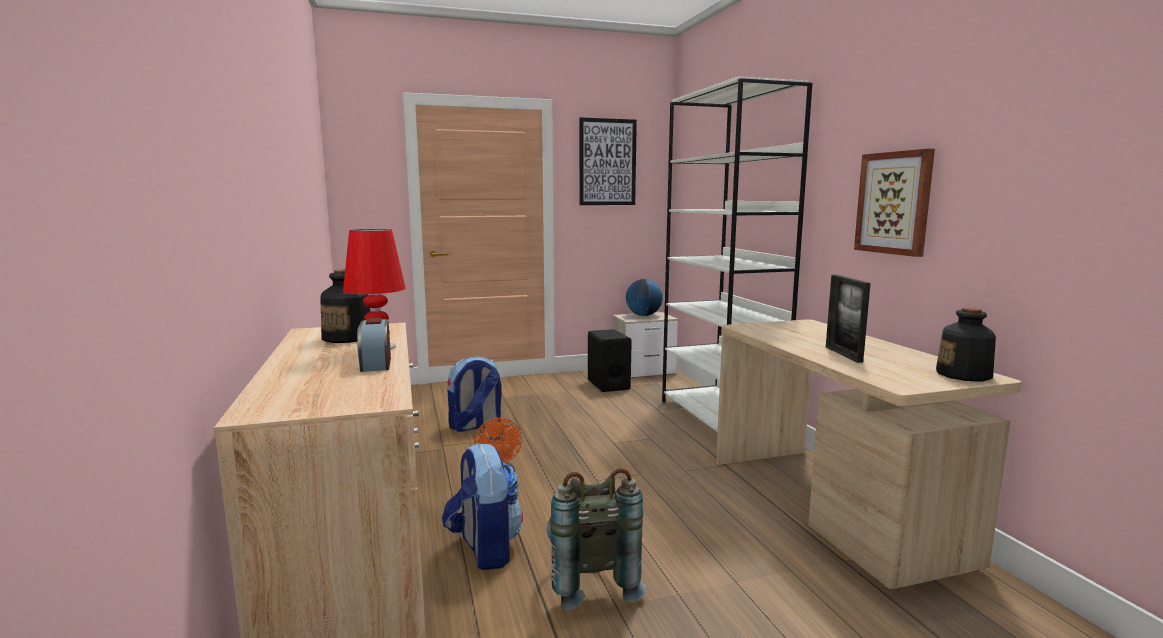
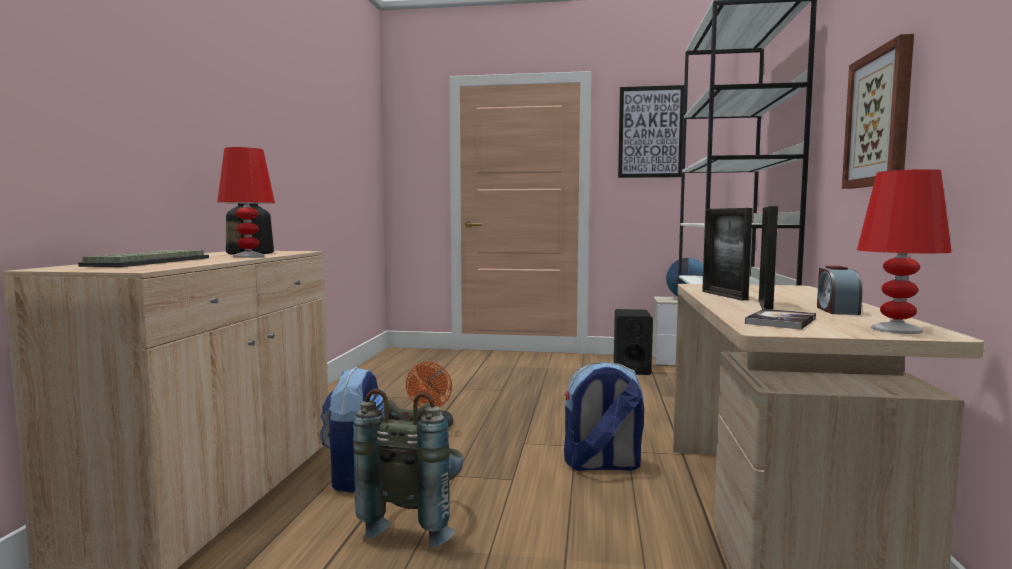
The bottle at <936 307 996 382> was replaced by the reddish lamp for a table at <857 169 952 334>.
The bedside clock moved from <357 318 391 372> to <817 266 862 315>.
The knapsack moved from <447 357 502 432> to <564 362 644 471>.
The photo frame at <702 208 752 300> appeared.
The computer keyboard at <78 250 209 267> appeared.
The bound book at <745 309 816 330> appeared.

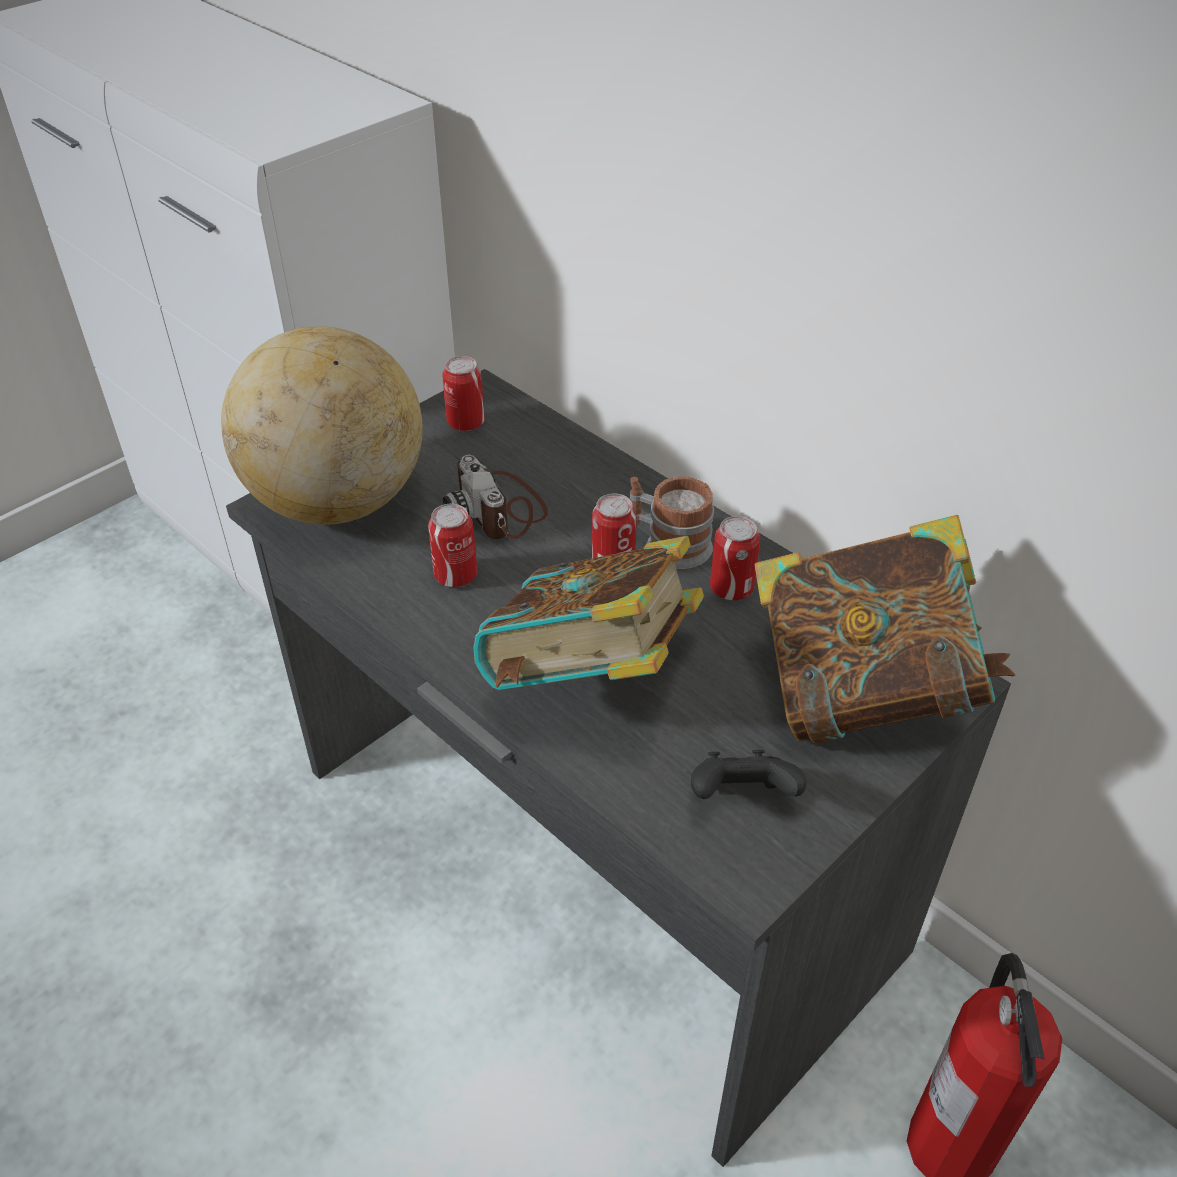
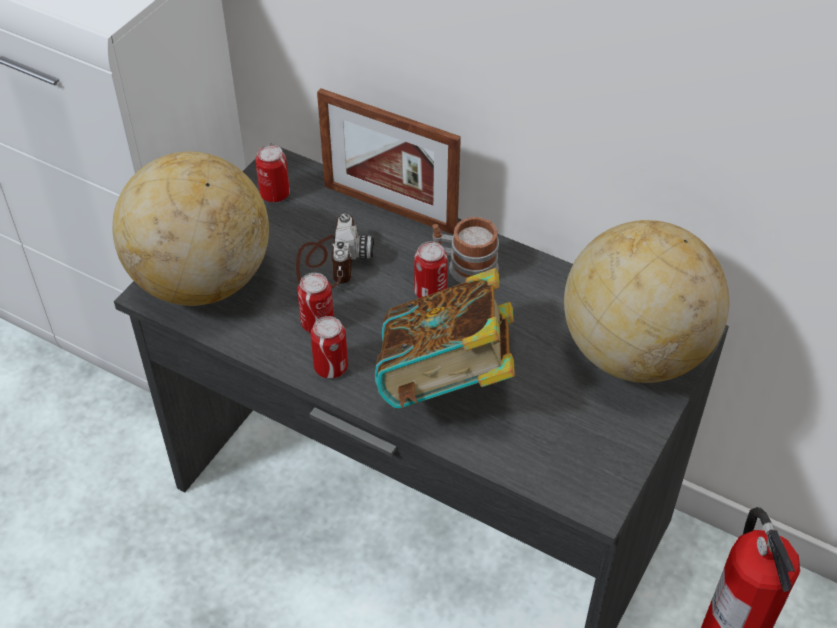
The still camera at <443 455 548 539> turned 135 degrees counterclockwise.
The bound book at <754 515 1015 743> was replaced by the desk globe at <564 220 729 383>.
The metal can moved from <710 516 760 600> to <311 316 348 378>.
The black game controller at <691 750 806 799> disappeared.
The photo frame at <317 88 461 235> appeared.

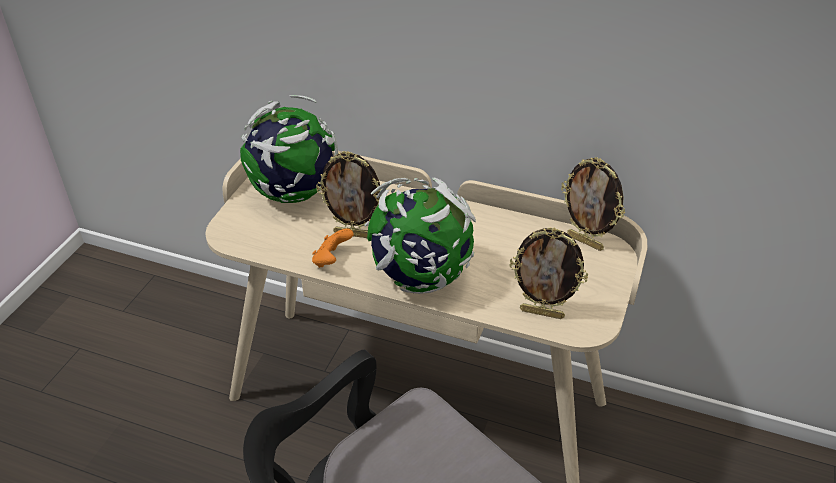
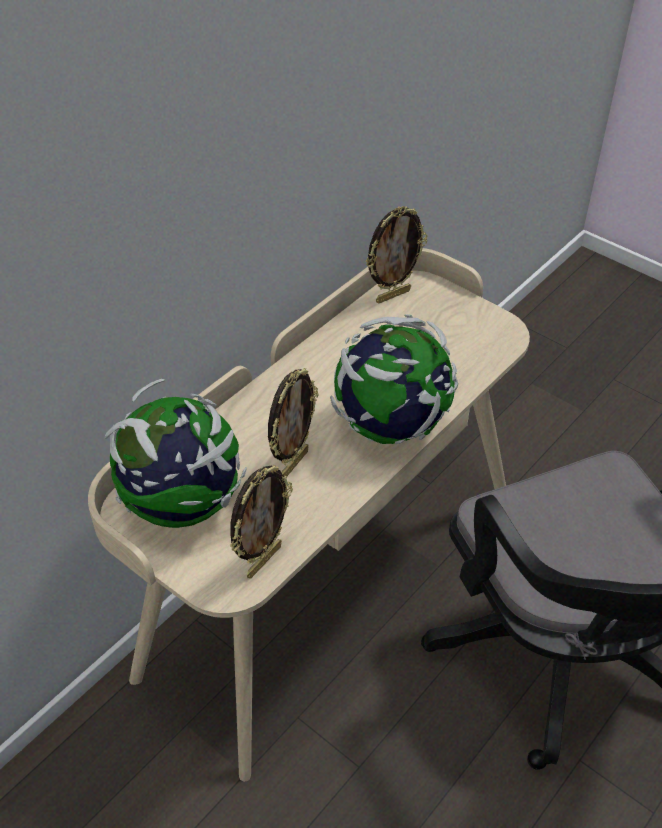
The photo frame moved from <510 227 588 319> to <230 465 293 578>.
The orange-coloured game controller at <312 228 354 268> disappeared.

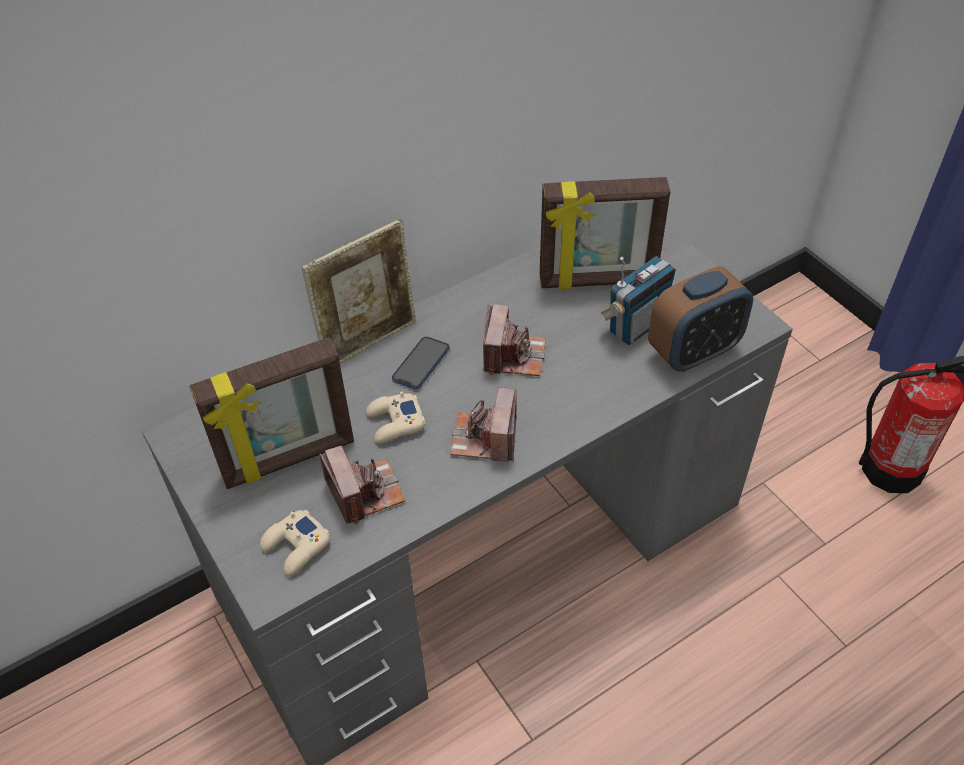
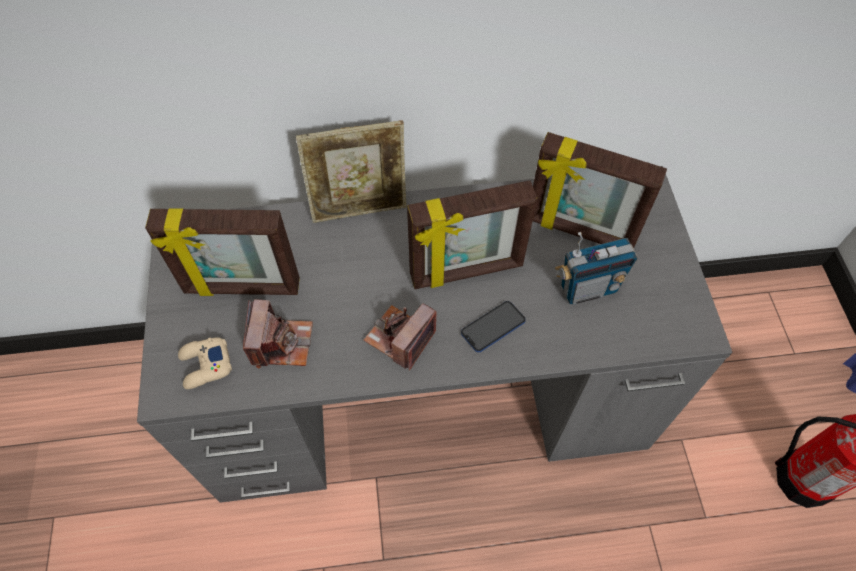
The bedside clock at <648 266 753 372> disappeared.
The still camera at <483 304 546 376> was replaced by the photo frame at <407 180 537 289>.
The handset moved from <392 337 450 389> to <461 301 526 352>.
The beige-coloured game controller at <366 391 426 444> disappeared.

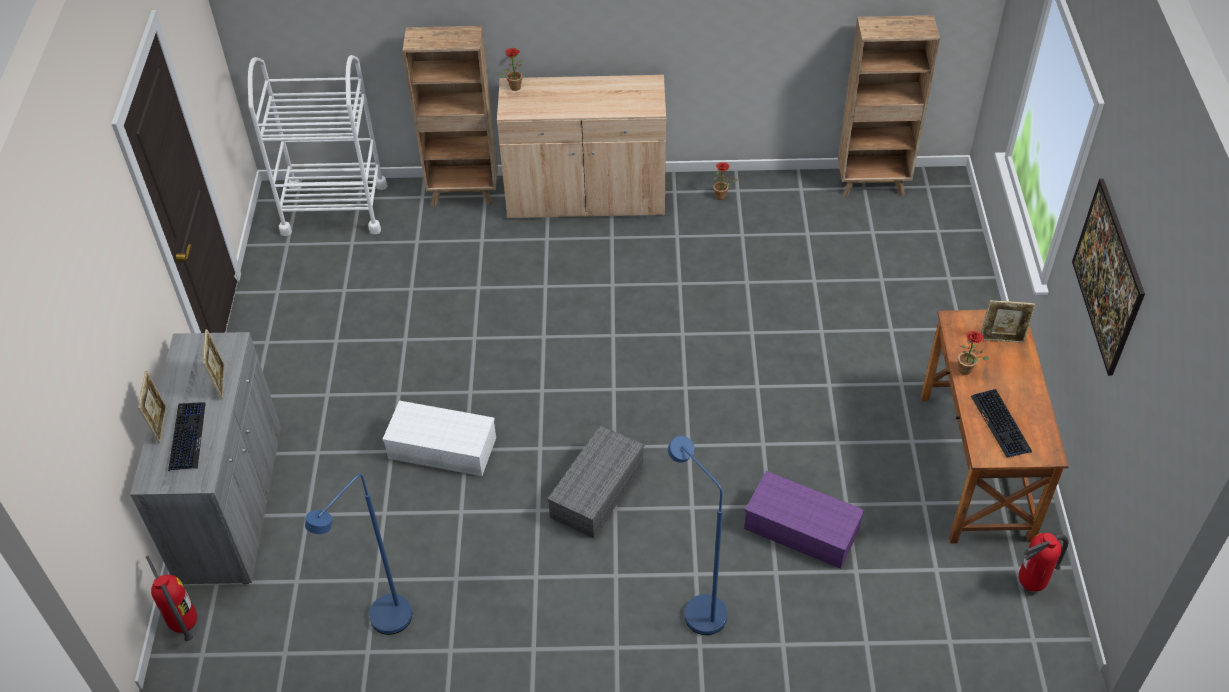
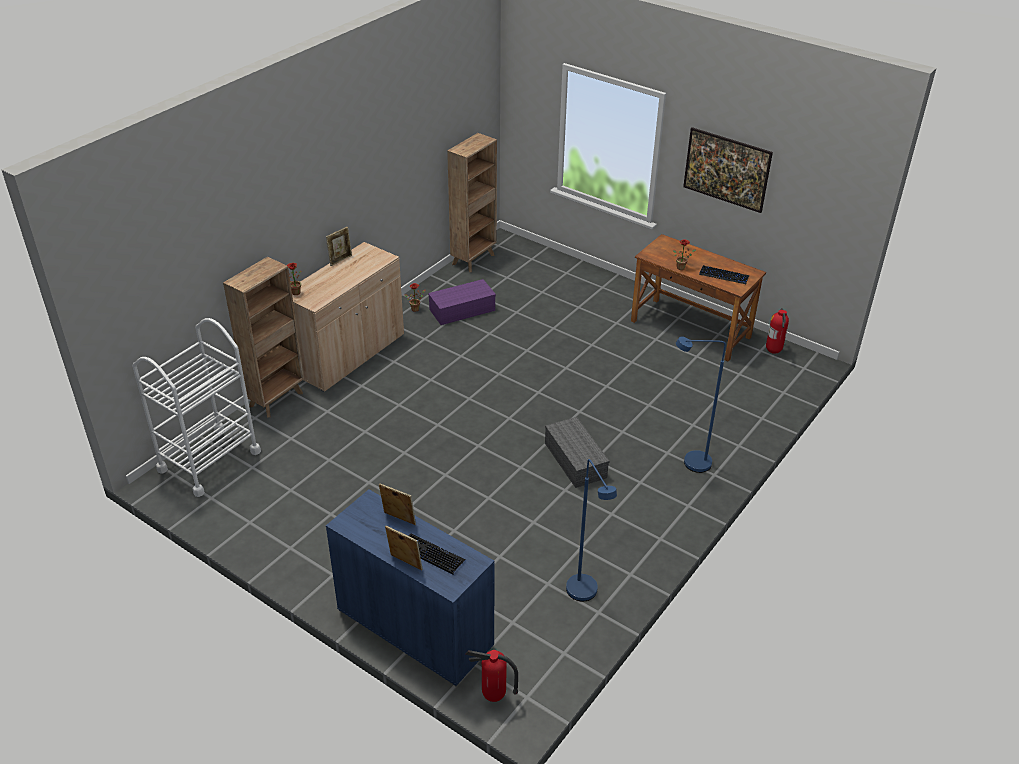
The photo frame moved from <981 300 1036 343> to <326 227 352 266>.
The gray storage cabinet at <130 332 281 585> became the blue-coloured storage cabinet at <326 489 495 686>.
The white-coloured storage bin at <382 400 496 476> disappeared.
The purple storage bin moved from <744 471 864 569> to <428 279 496 325>.

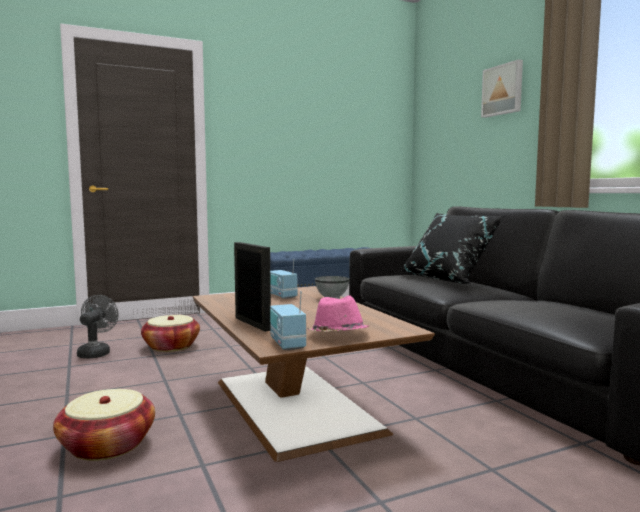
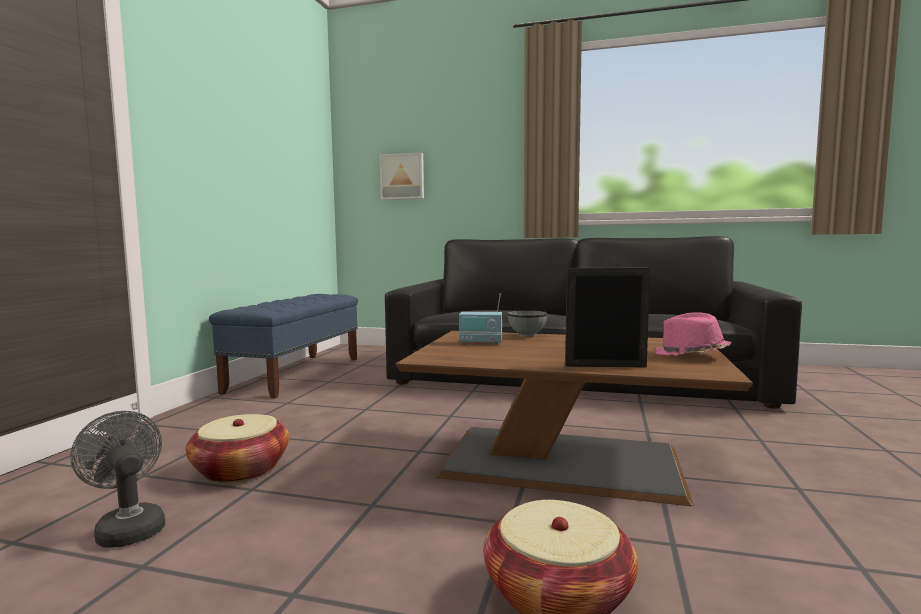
The wall art moved from <481 59 523 118> to <380 152 424 200>.
The black throw pillow at <401 213 504 284> disappeared.
The radio receiver at <270 291 306 350> disappeared.

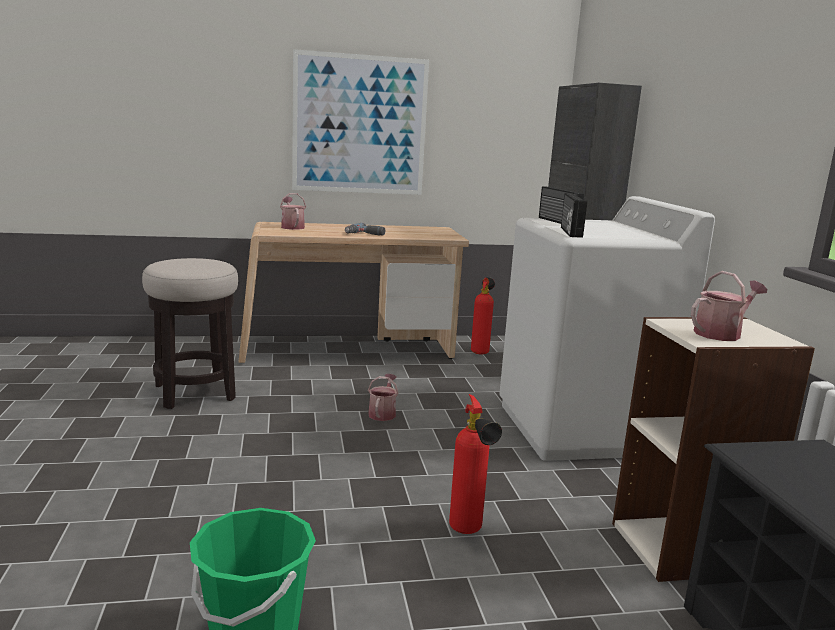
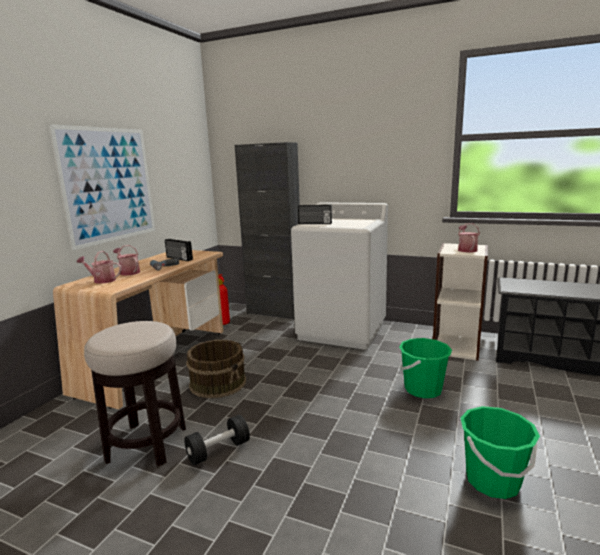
The radio receiver moved from <561 193 587 238> to <165 239 193 261>.
The sprinkling can moved from <368 374 399 421> to <113 245 140 276>.
The fire-fighting cylinder at <449 394 502 534> was replaced by the greenish pail at <399 338 452 398>.
The brown pail at <186 339 246 398> appeared.
The black free weight at <184 415 250 465> appeared.

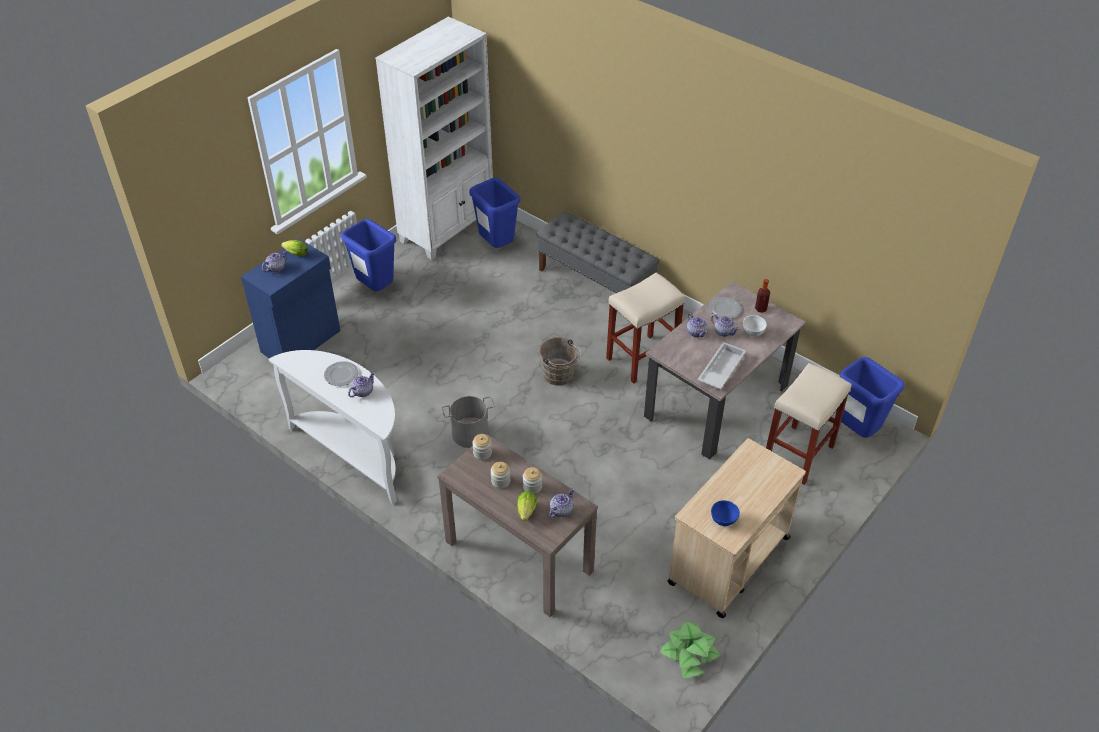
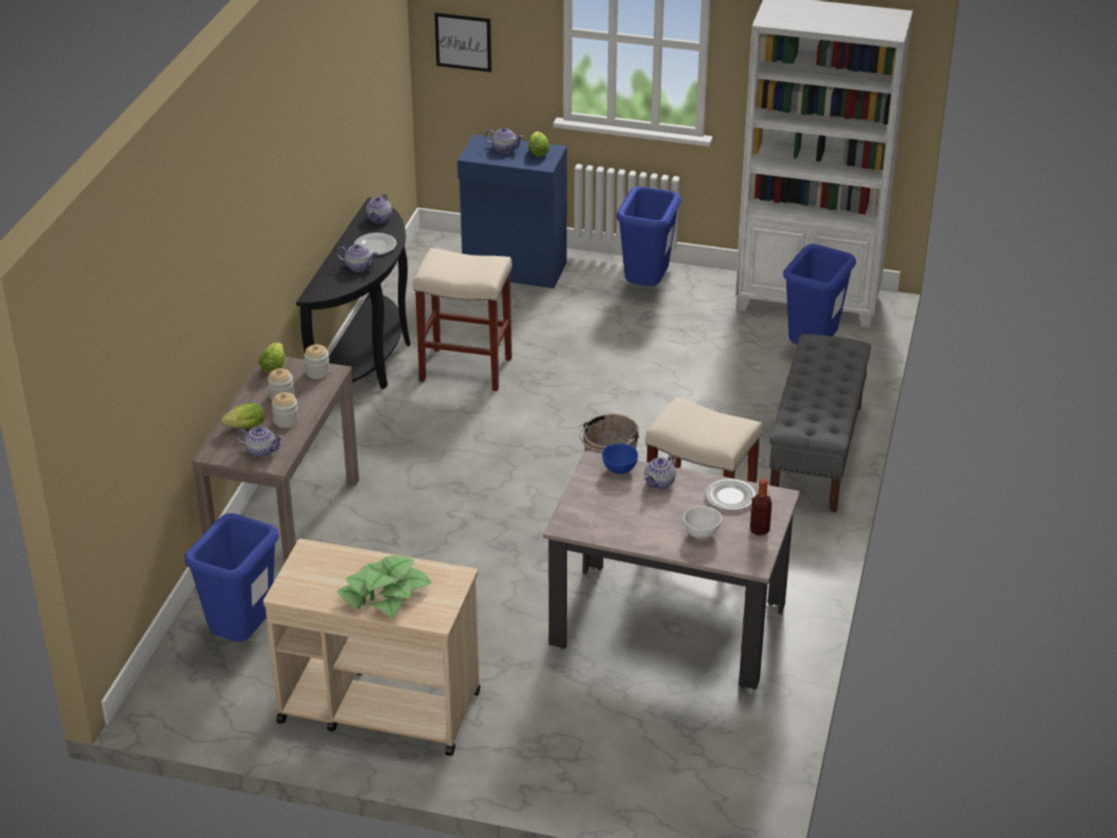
The tea pot moved from <711 315 739 337> to <366 194 392 223>.
The white-coloured tray at <698 342 746 389> disappeared.
The white-coloured hall table at <268 350 397 504> became the black hall table at <296 197 410 389>.
The blue-coloured rubbish bin moved from <840 357 905 438> to <185 513 279 641>.
The beige-coloured sitting stool moved from <766 363 851 485> to <413 248 512 391>.
The gray pail at <441 396 494 448> disappeared.
The blue-coloured deep dish moved from <711 500 740 526> to <602 444 638 474>.
The plant in a pot moved from <660 622 720 678> to <336 555 432 619>.
The wall art at <435 12 492 72> appeared.
The lettuce head at <258 343 285 373> appeared.

